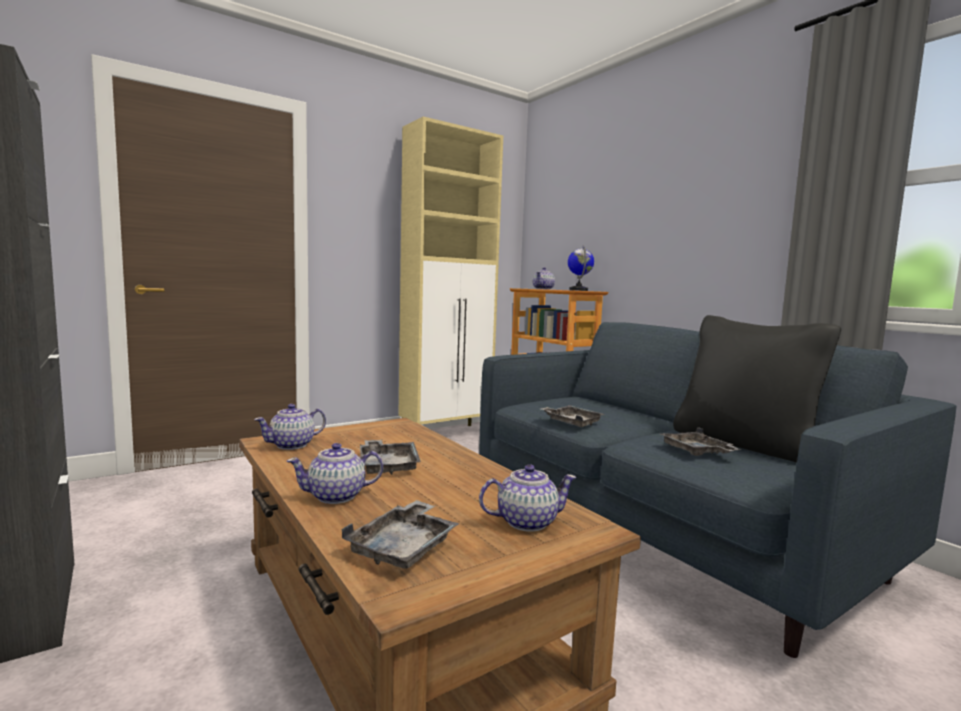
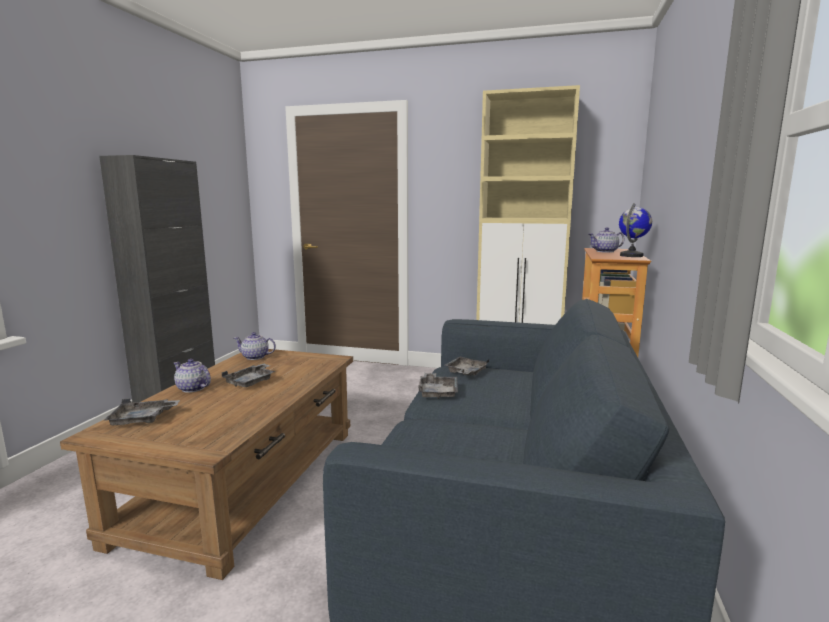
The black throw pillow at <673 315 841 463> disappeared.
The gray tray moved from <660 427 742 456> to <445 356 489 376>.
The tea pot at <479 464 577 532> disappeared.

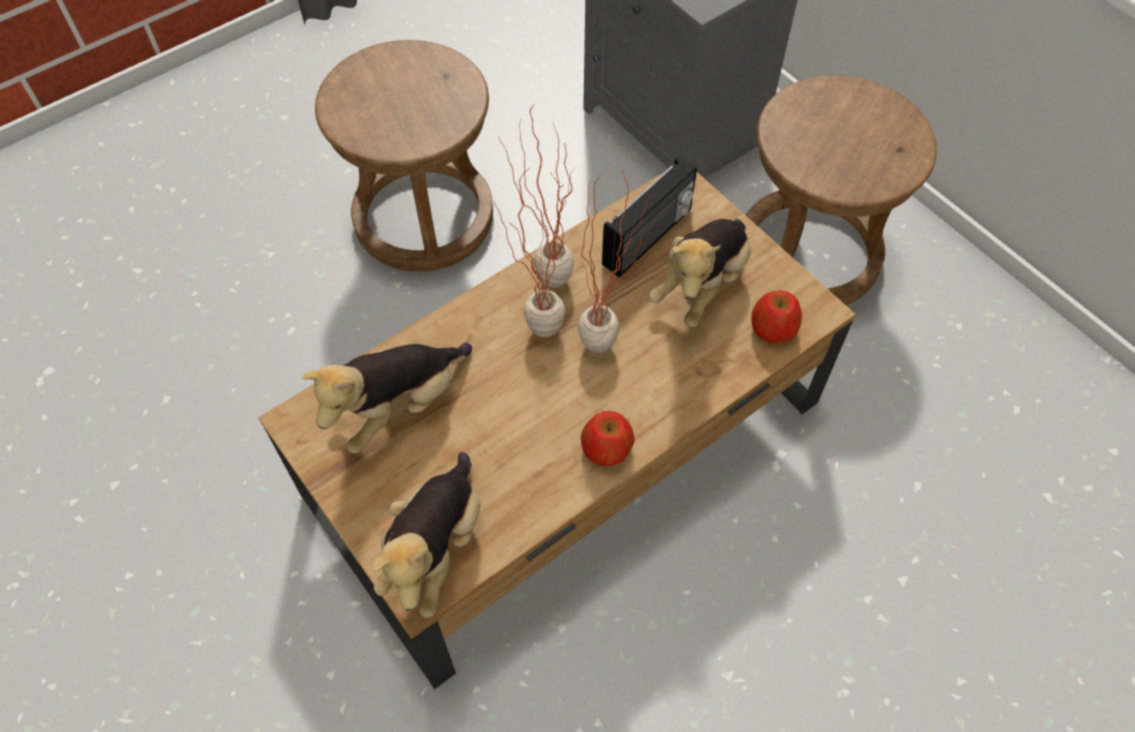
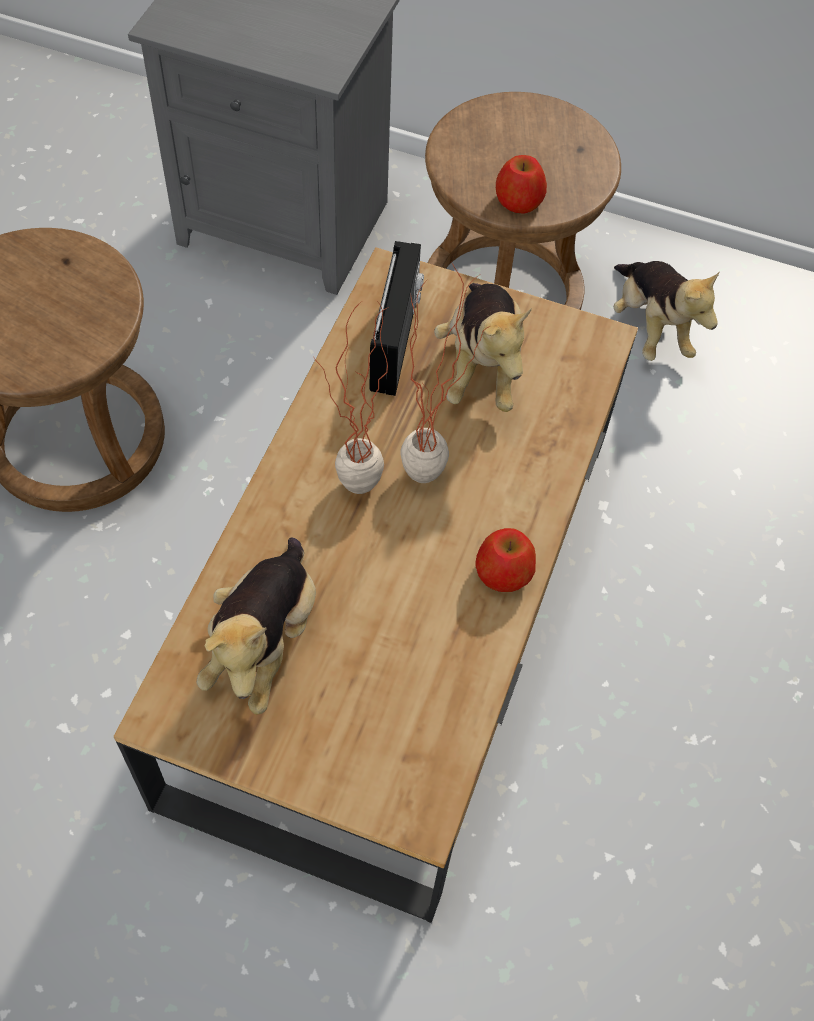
The plant in a pot at <498 104 576 288> disappeared.
The apple fruit moved from <751 290 802 344> to <496 155 547 214>.
The soft toy moved from <373 452 481 618> to <614 261 719 361>.

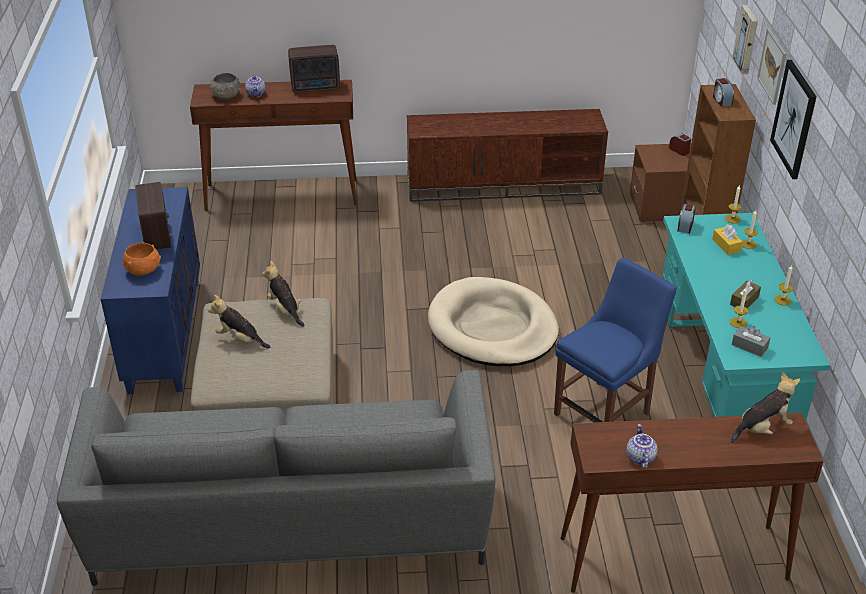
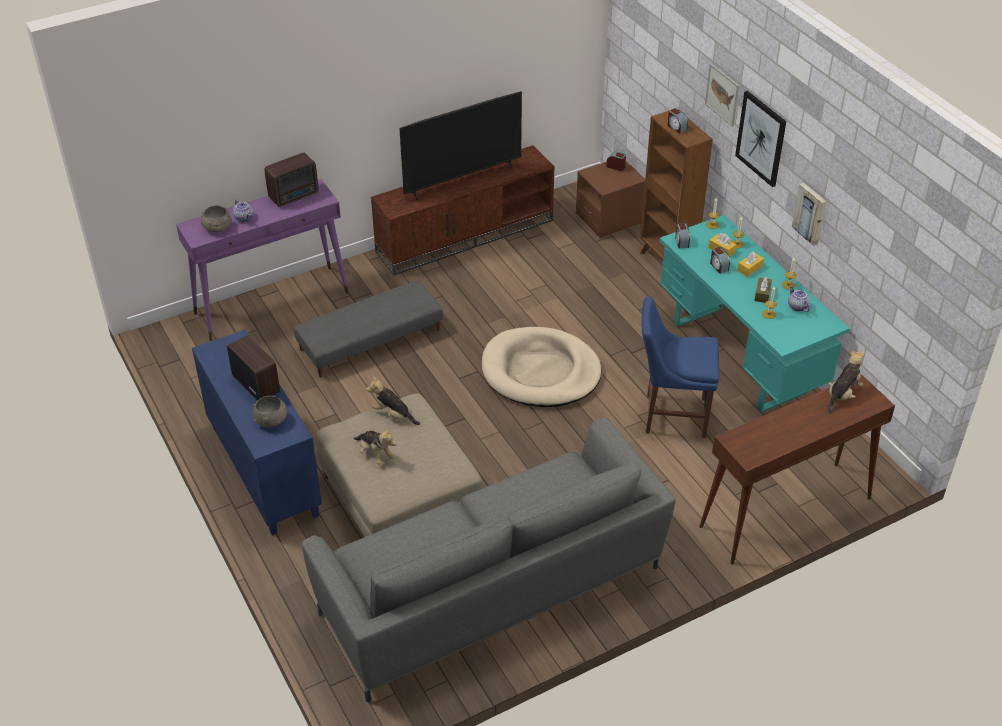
The wall art moved from <732 5 758 74> to <792 183 826 246>.
The brown hall table at <190 80 357 211> became the purple hall table at <176 179 349 341>.
The orange-coloured deep dish at <122 243 161 276> became the gray deep dish at <253 396 287 428>.
The blue-coloured plain chair at <554 258 677 423> turned 105 degrees counterclockwise.
The soft toy at <208 295 270 348> turned 135 degrees counterclockwise.
The gray tissue holder at <732 326 770 357> disappeared.
The tea pot moved from <626 424 658 469> to <788 285 810 312>.
The television at <399 91 522 201> appeared.
The bedside clock at <710 247 730 274> appeared.
The yellow-coloured tissue holder at <737 251 764 277> appeared.
The gray footrest at <294 281 443 378> appeared.

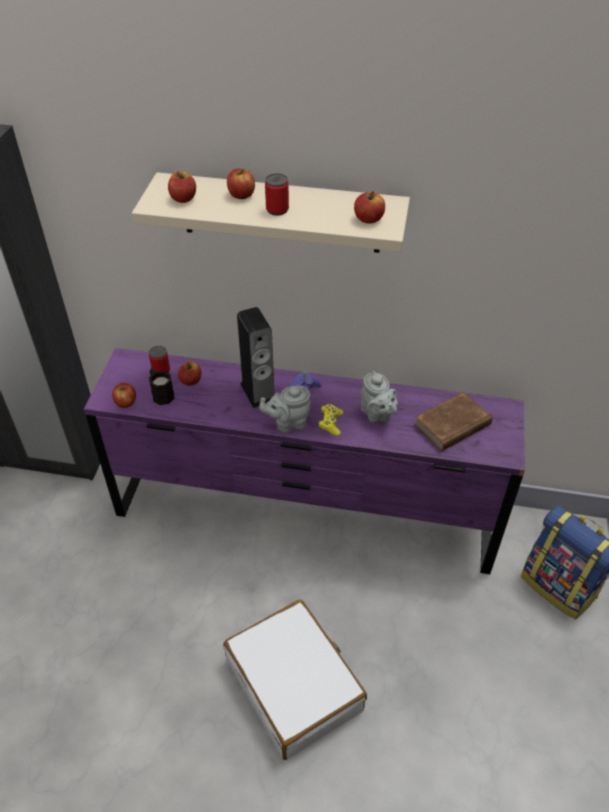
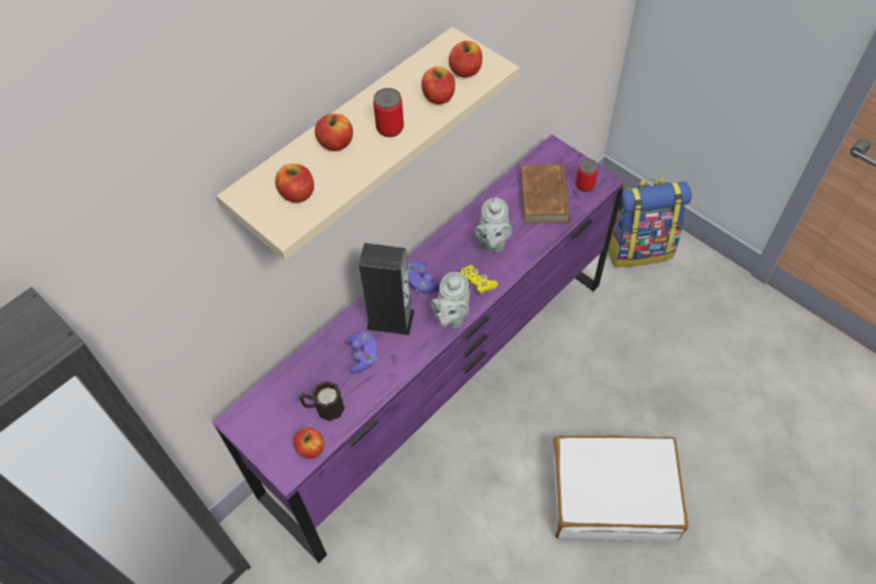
The metal can moved from <149 346 170 373> to <576 159 598 192>.
The apple fruit moved from <178 361 201 386> to <422 66 455 104>.
The gray tea pot at <361 371 398 423> turned 90 degrees clockwise.
The purple game controller at <345 331 377 374> appeared.

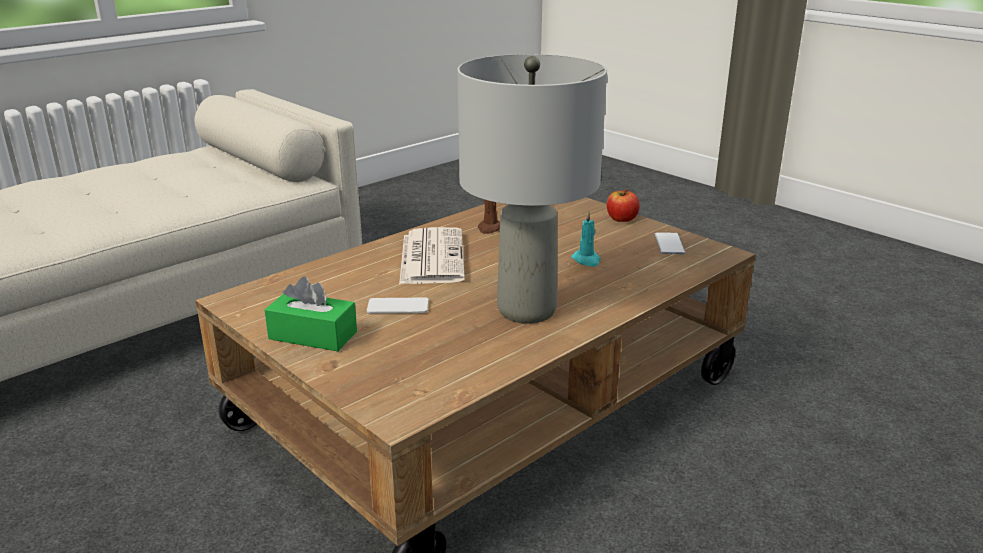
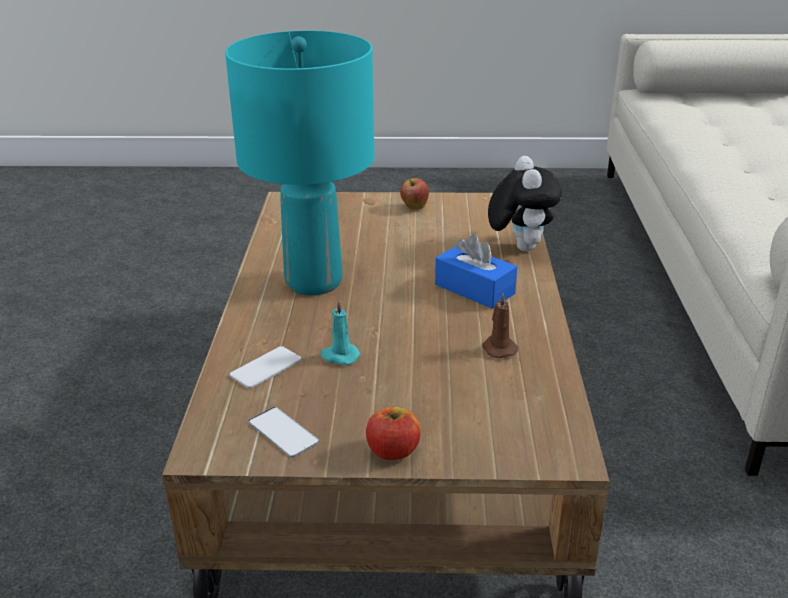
The gray lamp for a table at <457 54 607 324> became the turquoise-coloured lamp for a table at <225 31 374 295>.
The printed paper at <399 227 465 284> was replaced by the blue-coloured tissue holder at <435 234 517 309>.
The greenish tissue holder at <264 277 357 351> was replaced by the apple fruit at <400 178 429 210>.
The handset moved from <367 298 429 313> to <230 346 301 389>.
The soft toy at <488 156 562 251> appeared.

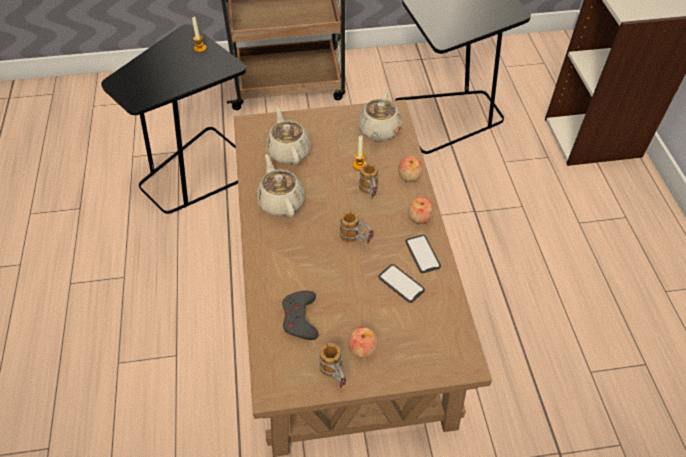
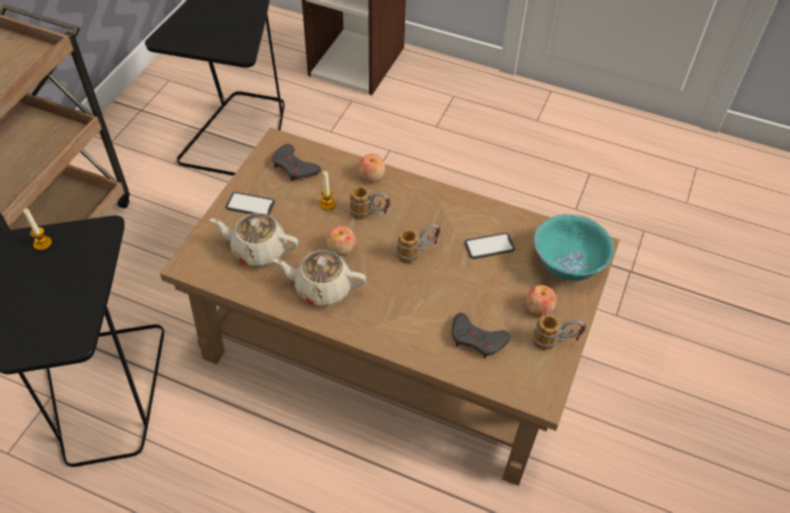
The beige-coloured tea pot at <358 92 402 141> was replaced by the gray game controller at <272 144 321 181>.
The apple fruit moved from <408 197 434 224> to <327 225 356 256>.
The handset moved from <406 235 441 273> to <226 192 275 215>.
The turquoise-coloured deep dish at <534 214 614 281> appeared.

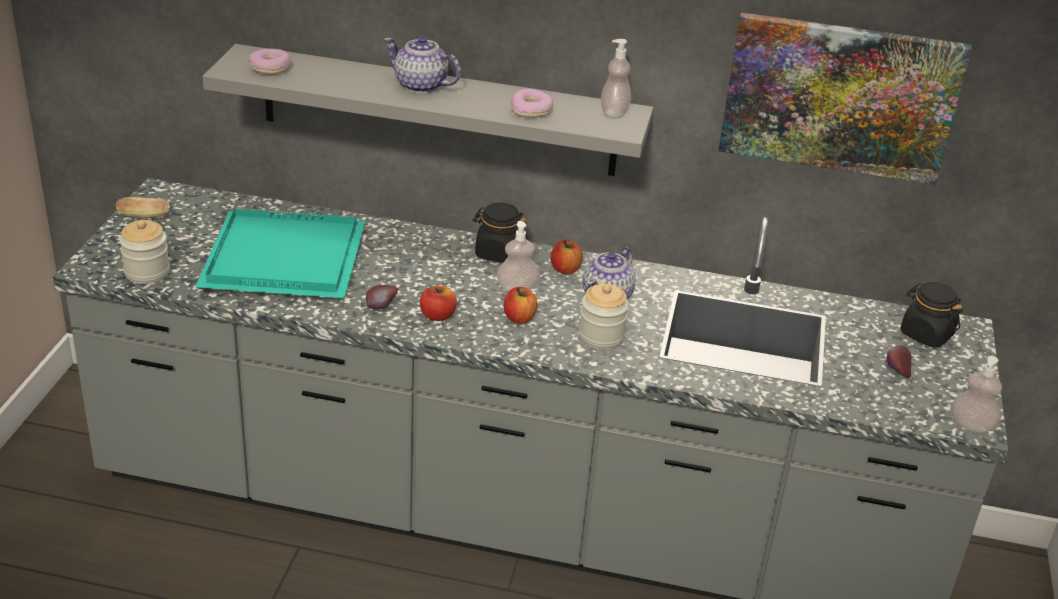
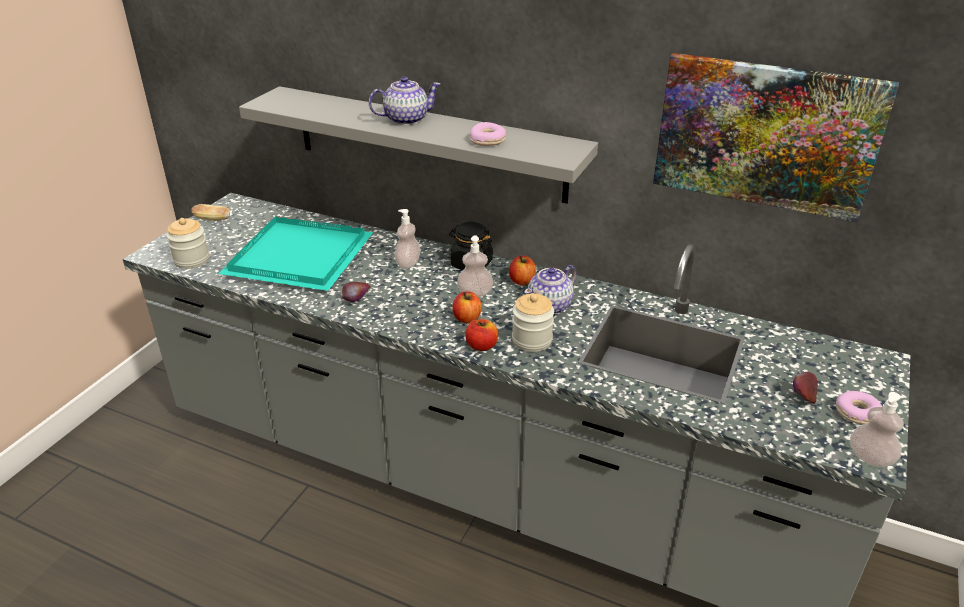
The tea pot at <383 36 461 93> turned 120 degrees clockwise.
The liquid soap bottle moved from <601 39 631 118> to <395 209 421 269>.
The doughnut moved from <249 49 292 75> to <836 391 882 424>.
The black jar at <900 282 963 348> disappeared.
The apple fruit moved from <420 286 457 321> to <465 319 498 351>.

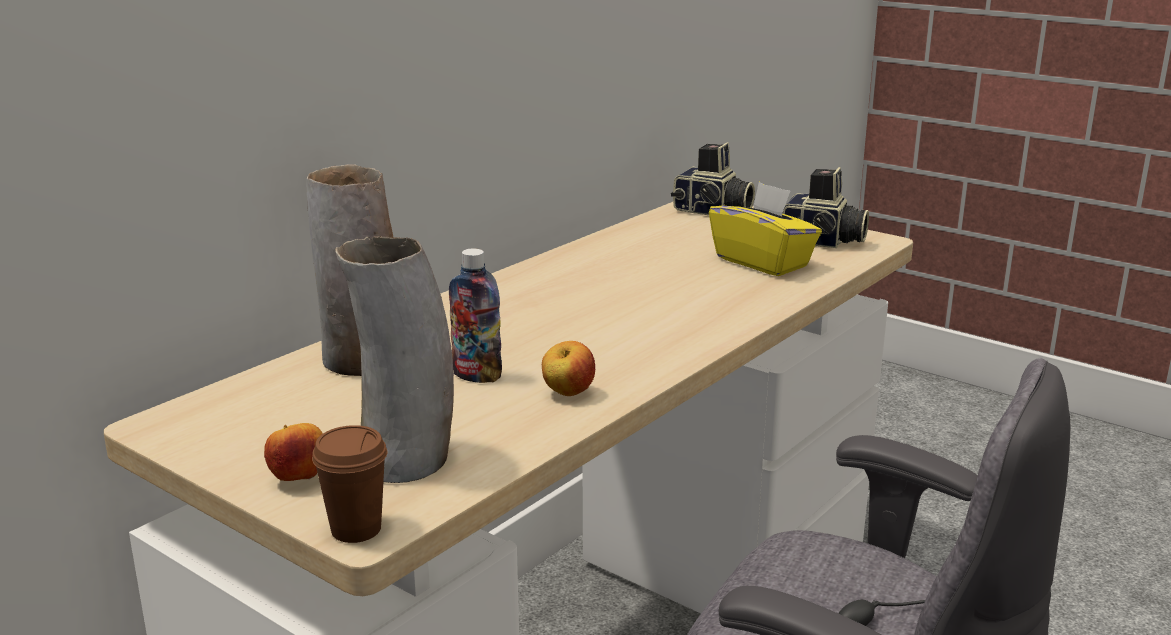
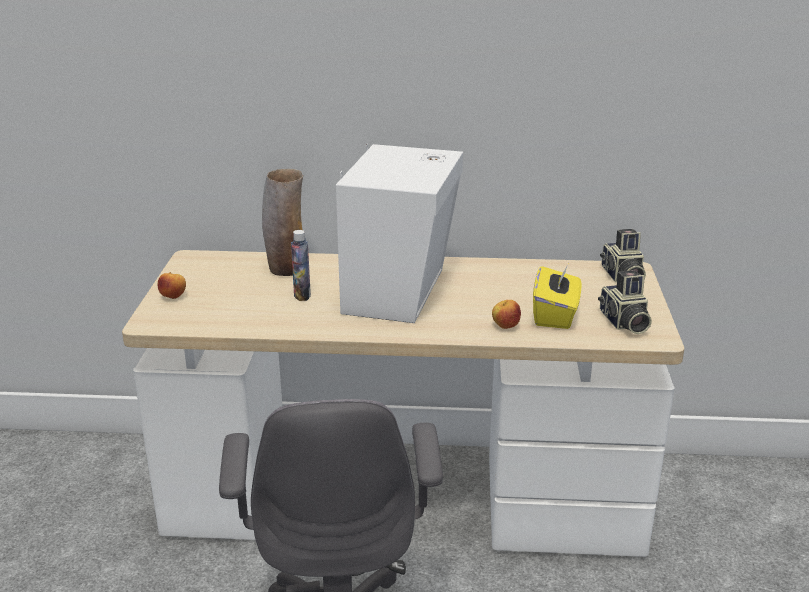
The flower vase at <335 236 454 483> disappeared.
The apple fruit moved from <542 341 595 396> to <492 300 521 329>.
The brown small cup at <312 425 387 543> disappeared.
The white-coloured audio speaker at <336 144 463 323> appeared.

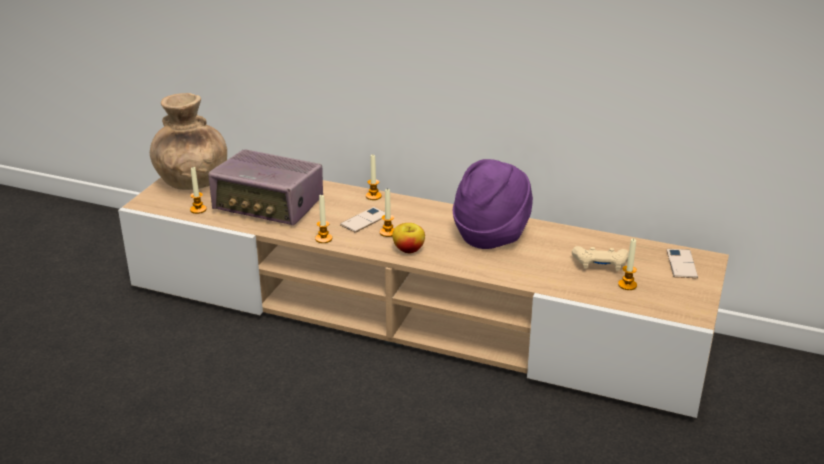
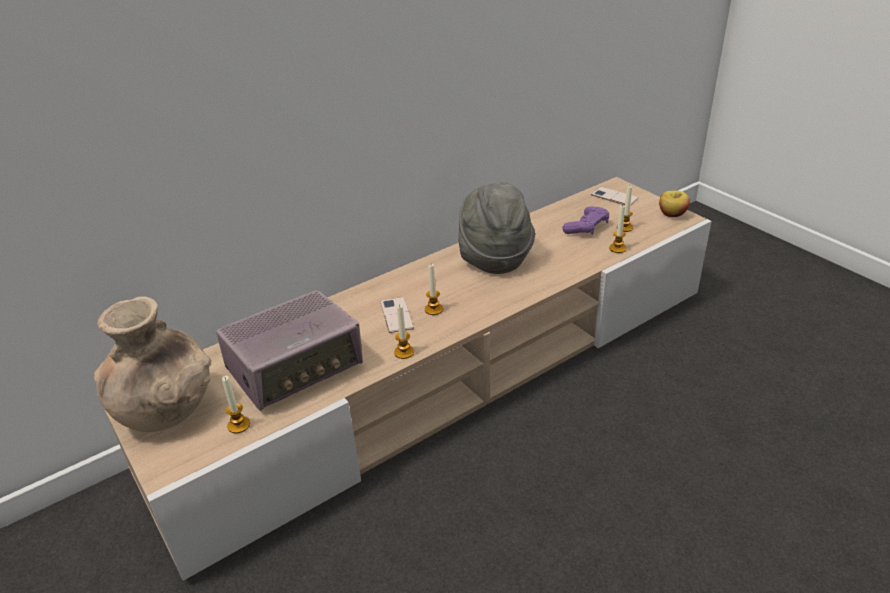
The wax light moved from <366 155 382 200> to <609 205 626 253>.
The purple hat at <453 159 533 249> became the gray hat at <458 182 535 274>.
The apple fruit moved from <392 223 425 253> to <659 191 690 217>.
The beige-coloured game controller at <572 246 629 271> became the purple game controller at <562 206 609 235>.

